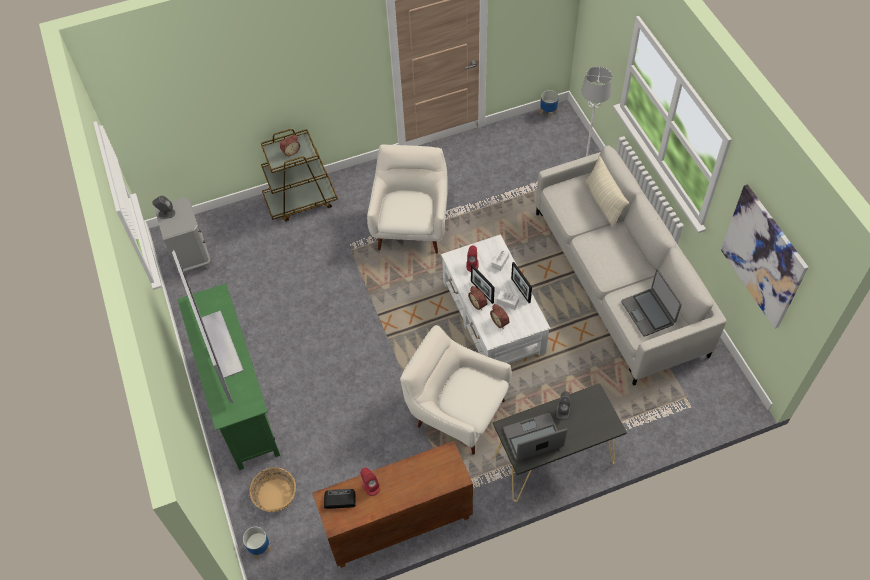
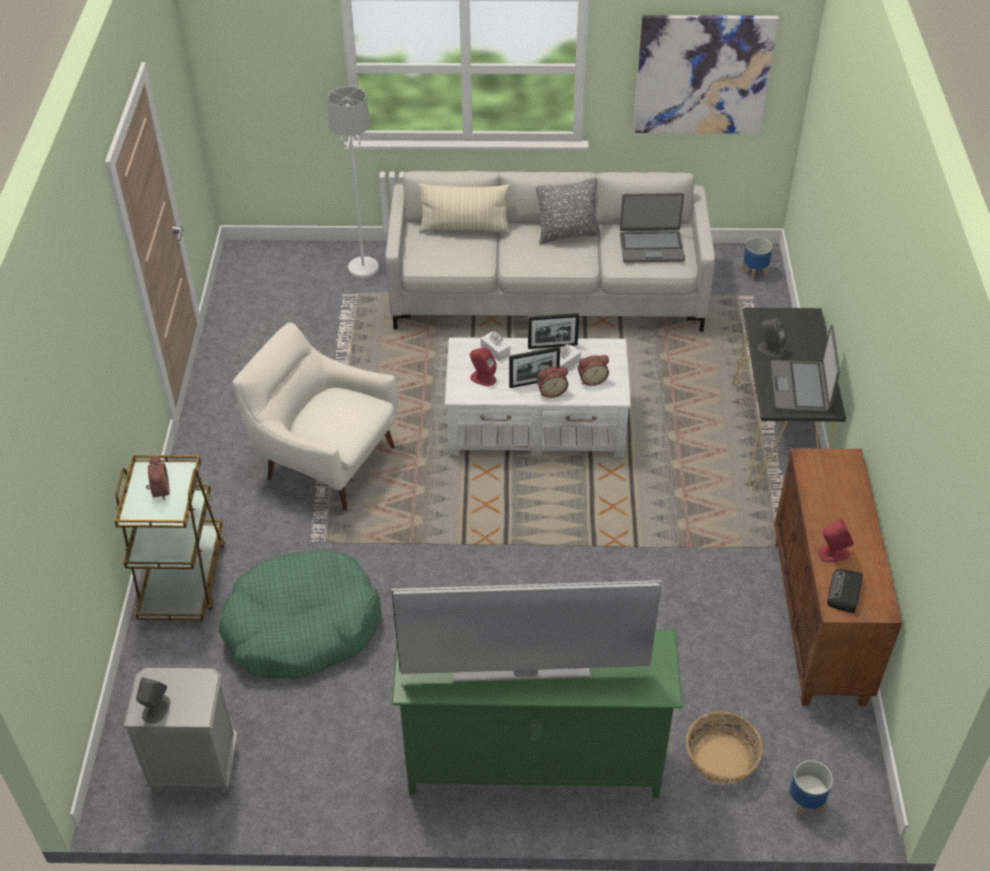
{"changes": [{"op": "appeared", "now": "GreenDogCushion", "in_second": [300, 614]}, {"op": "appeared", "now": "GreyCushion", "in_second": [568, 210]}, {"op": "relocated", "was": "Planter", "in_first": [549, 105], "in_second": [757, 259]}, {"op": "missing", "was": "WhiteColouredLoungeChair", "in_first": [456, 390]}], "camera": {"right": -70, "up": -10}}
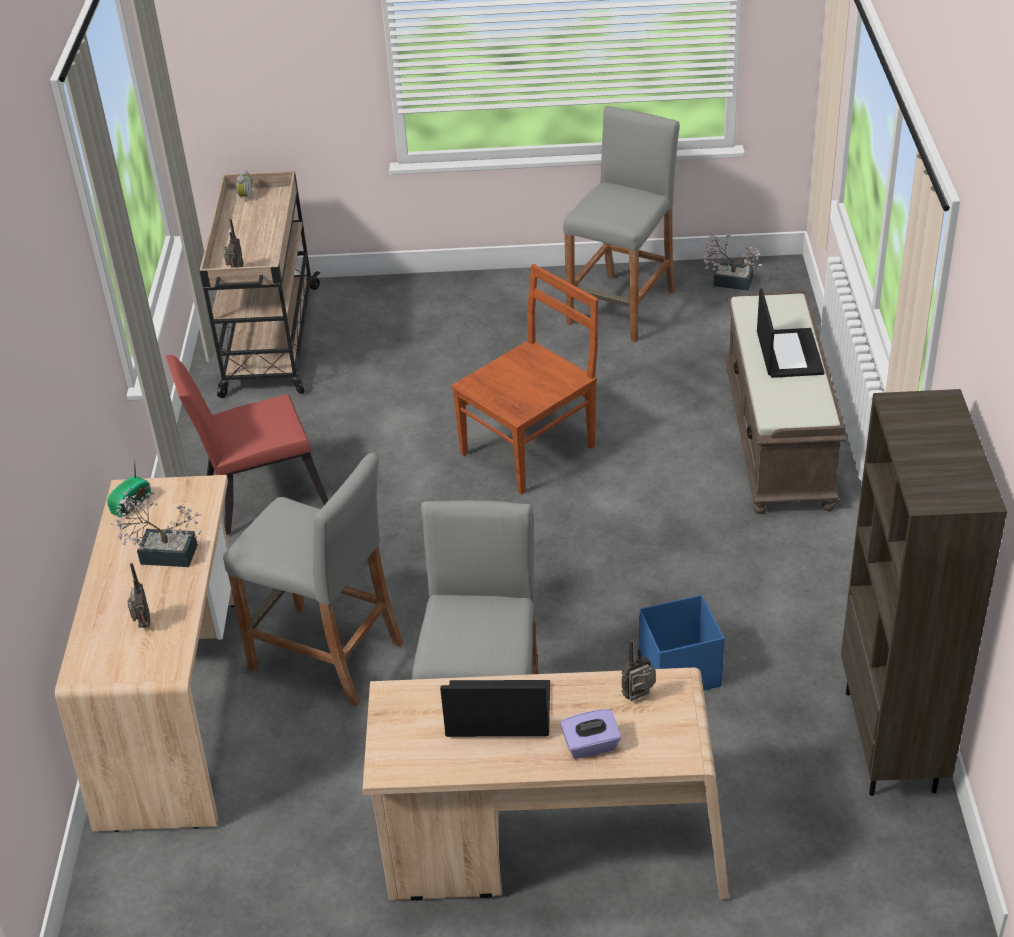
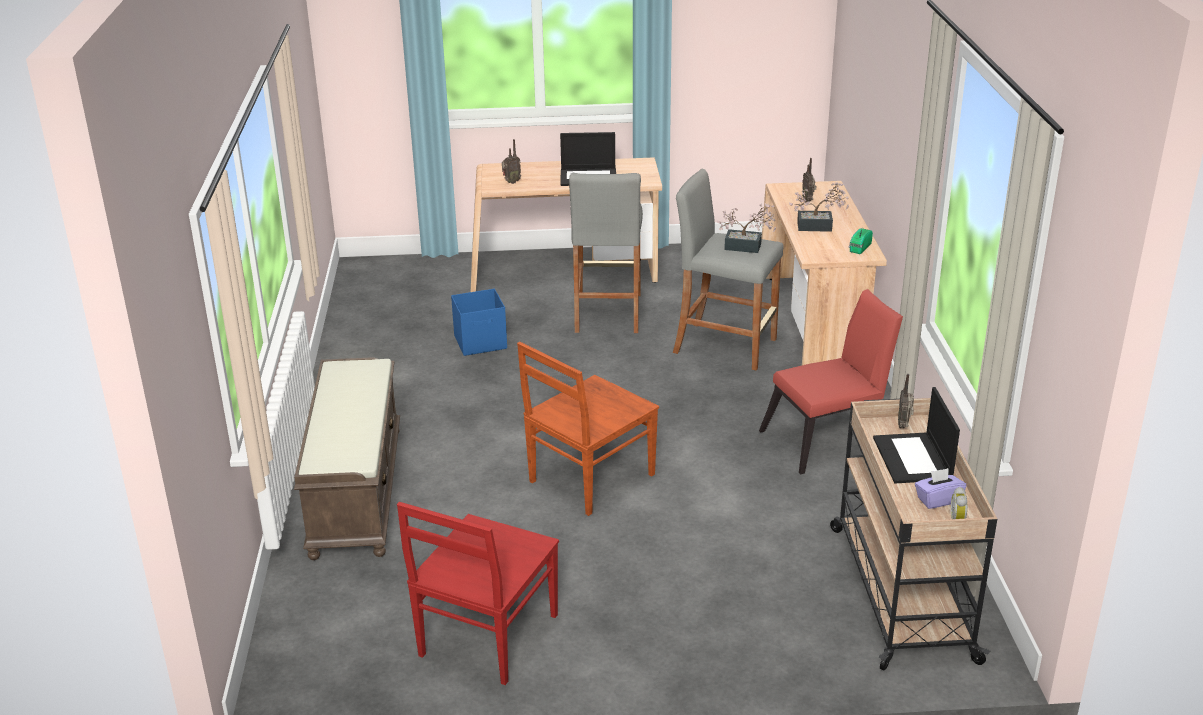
{"changes": [{"op": "exchanged", "was": "GreyStoolSeat", "now": "ReddishPlainChair", "in_first": [621, 224], "in_second": [478, 593]}, {"op": "relocated", "was": "PlantInAPot", "in_first": [731, 260], "in_second": [746, 228]}, {"op": "relocated", "was": "NotebookComputer", "in_first": [791, 333], "in_second": [916, 435]}, {"op": "relocated", "was": "PurplishBoxOfTissues", "in_first": [590, 734], "in_second": [940, 488]}, {"op": "missing", "was": "BrownShelvingUnit", "in_first": [924, 592]}], "camera": {"right": 175, "up": -10}}
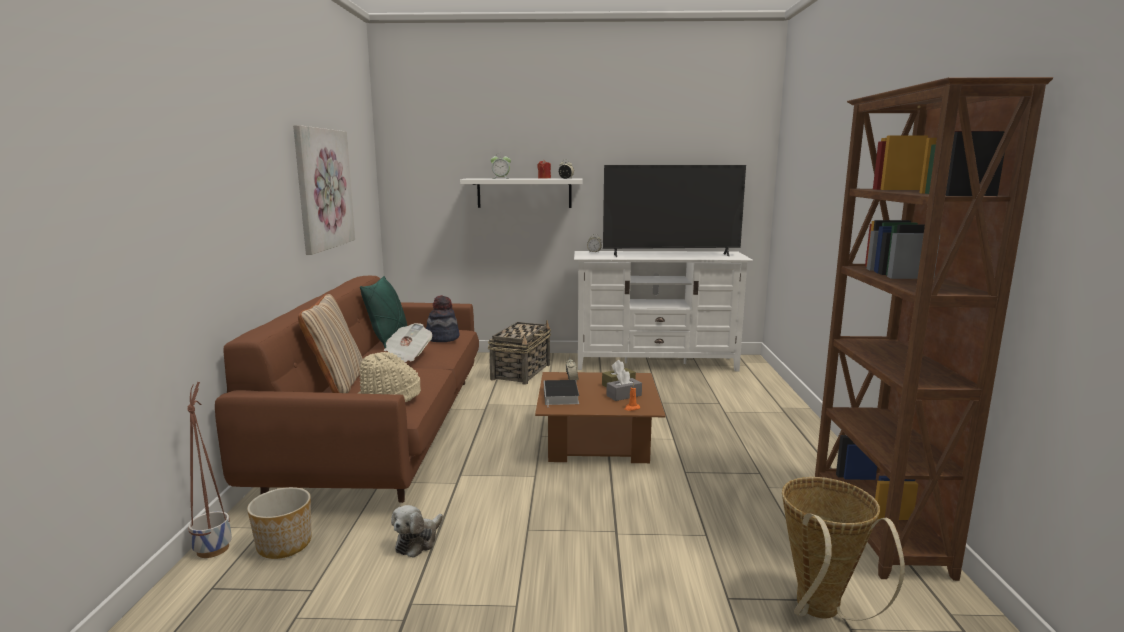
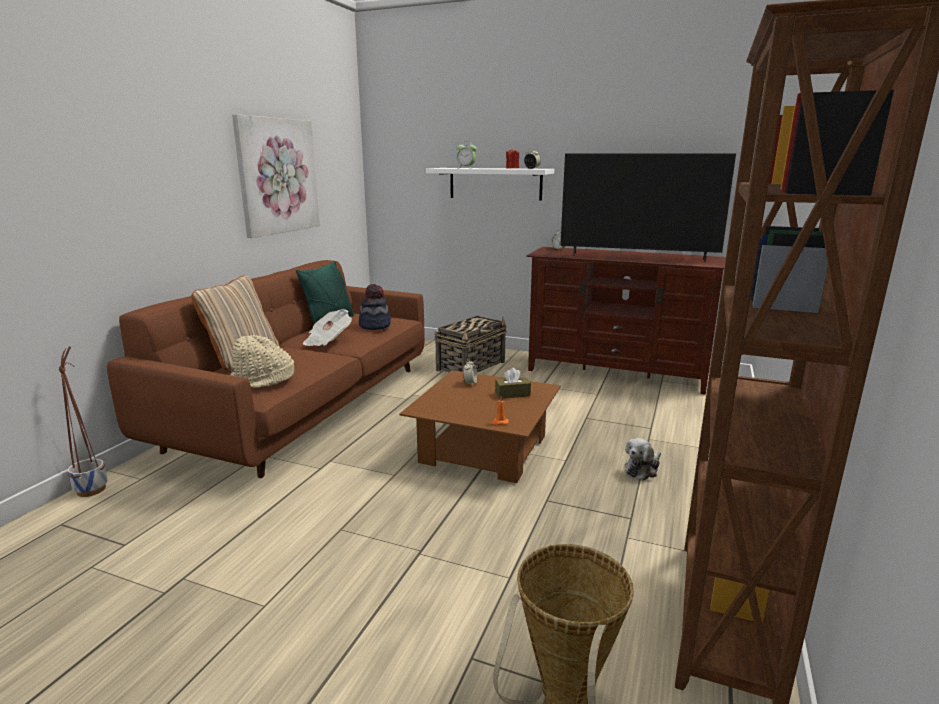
{"changes": [{"op": "colour", "was": "WhiteColouredTvStand", "now": "BrownTvStand", "in_first": [663, 311], "in_second": [626, 321]}, {"op": "relocated", "was": "PlushToy", "in_first": [417, 531], "in_second": [643, 459]}, {"op": "missing", "was": "Planter", "in_first": [279, 523]}, {"op": "missing", "was": "Volume", "in_first": [561, 394]}, {"op": "missing", "was": "GreyBoxOfTissues", "in_first": [624, 385]}], "camera": {"right": 20, "up": 5}}
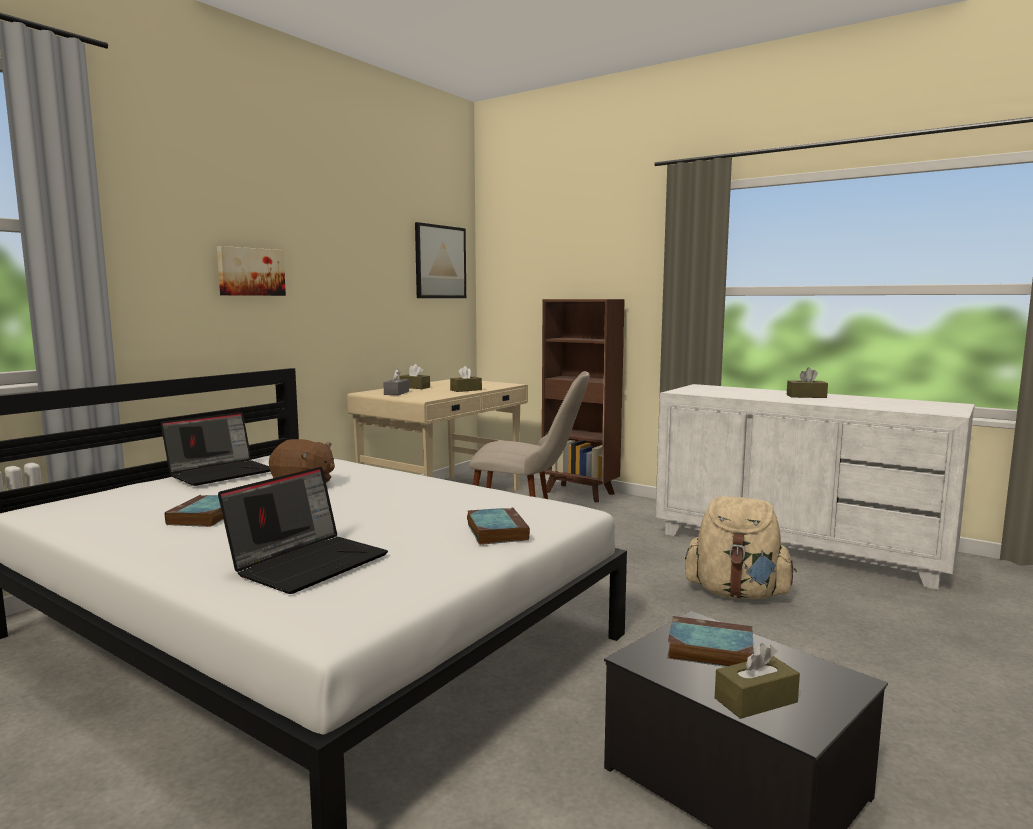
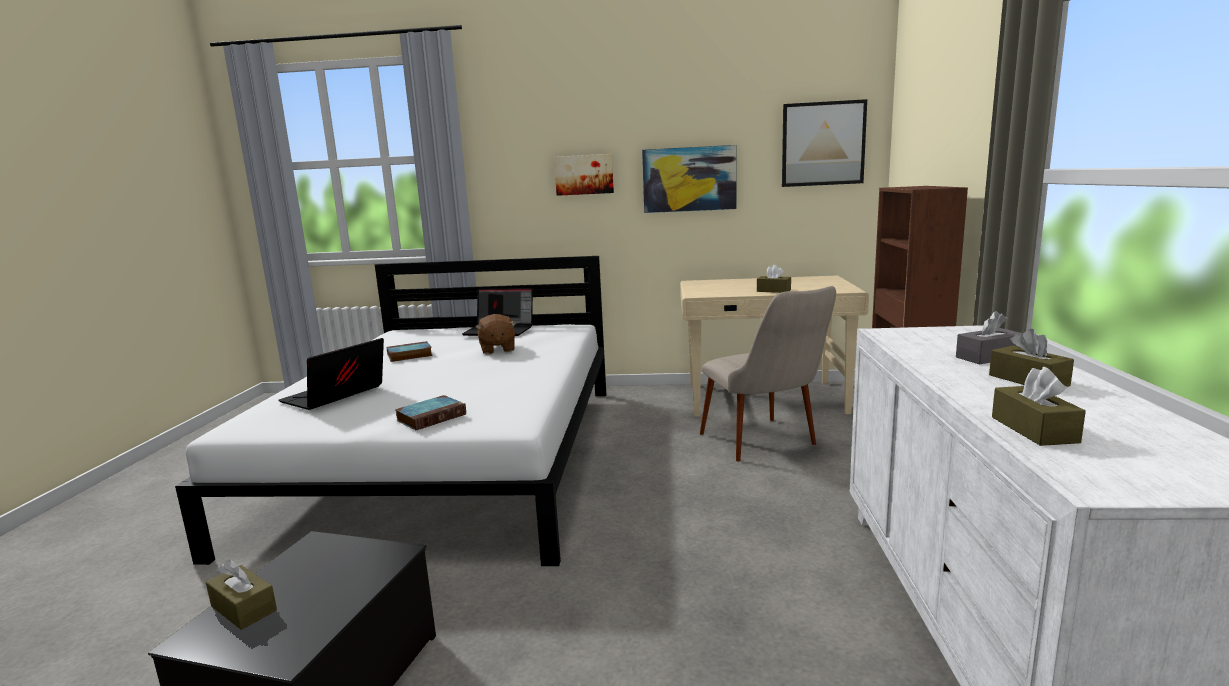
{"changes": [{"op": "spun", "was": "NotebookComputer", "in_first": [303, 530], "in_second": [331, 374], "clockwise": 120}, {"op": "appeared", "now": "WallPicture", "in_second": [689, 179]}, {"op": "relocated", "was": "GreyBoxOfTissues", "in_first": [396, 382], "in_second": [989, 338]}, {"op": "relocated", "was": "BrownBoxOfTissues", "in_first": [414, 376], "in_second": [1039, 406]}, {"op": "missing", "was": "Volume", "in_first": [710, 641]}, {"op": "missing", "was": "BeigeColouredRucksack", "in_first": [741, 547]}], "camera": {"right": 60, "up": 5}}
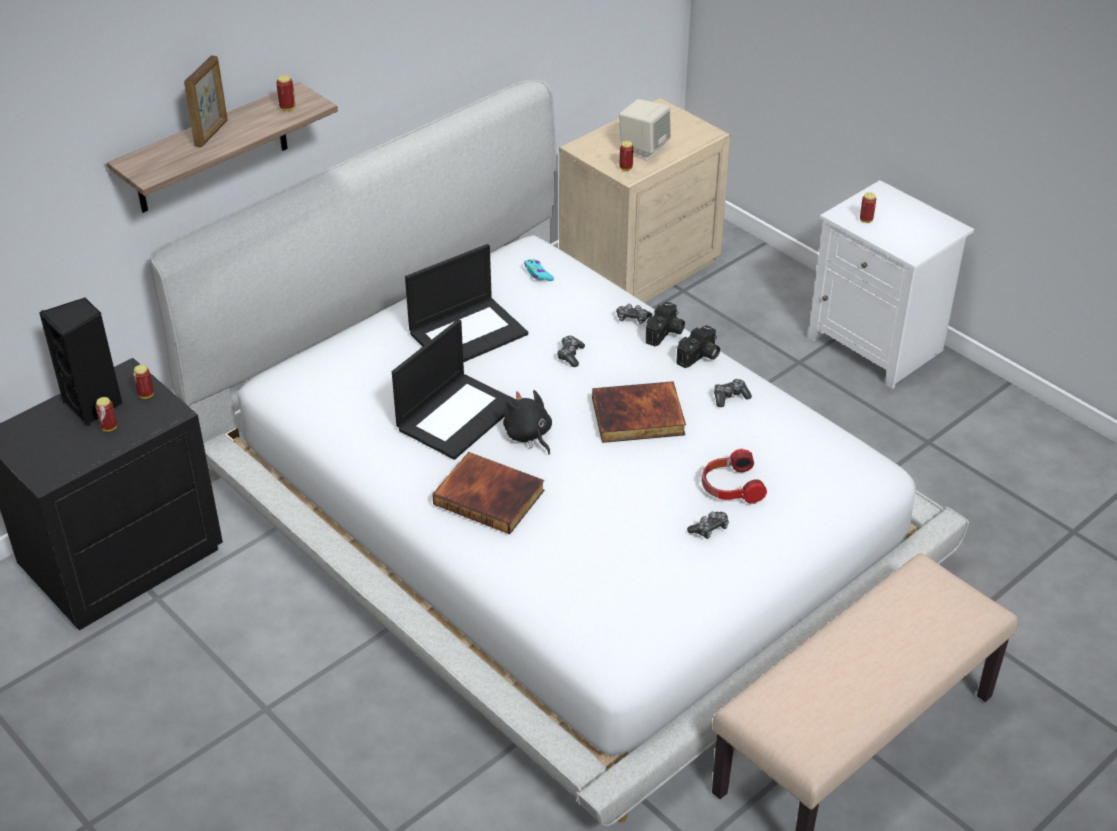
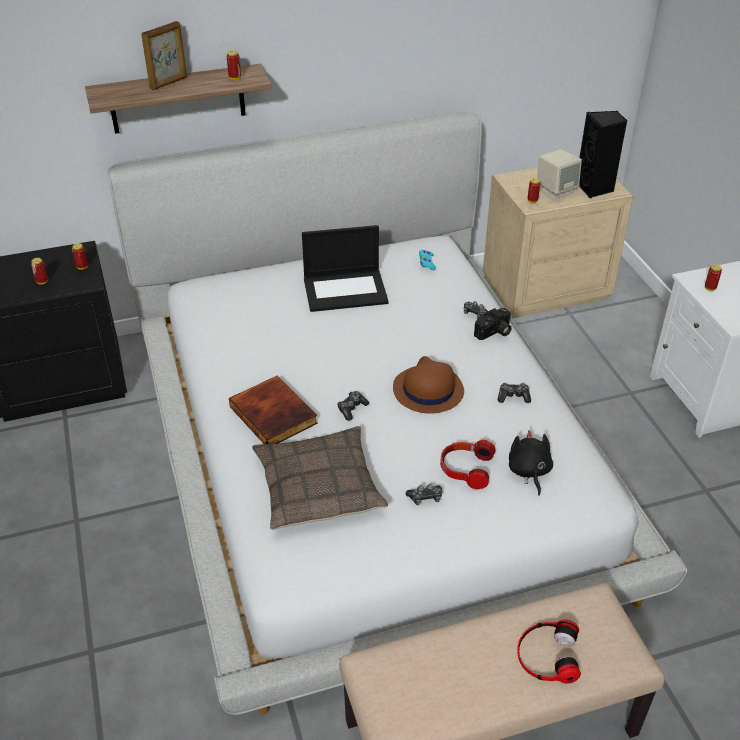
{"changes": [{"op": "appeared", "now": "Cushion", "in_second": [320, 478]}, {"op": "relocated", "was": "Gamepad", "in_first": [571, 351], "in_second": [353, 406]}, {"op": "exchanged", "was": "Volume", "now": "BrownWearableHat", "in_first": [639, 412], "in_second": [428, 385]}, {"op": "relocated", "was": "BlackPlushToy", "in_first": [527, 422], "in_second": [531, 463]}, {"op": "appeared", "now": "Headset", "in_second": [549, 651]}, {"op": "relocated", "was": "BlackSpeaker", "in_first": [81, 361], "in_second": [603, 154]}, {"op": "missing", "was": "NotebookComputer", "in_first": [454, 389]}, {"op": "missing", "was": "StillCamera", "in_first": [698, 346]}], "camera": {"right": 25, "up": 0}}
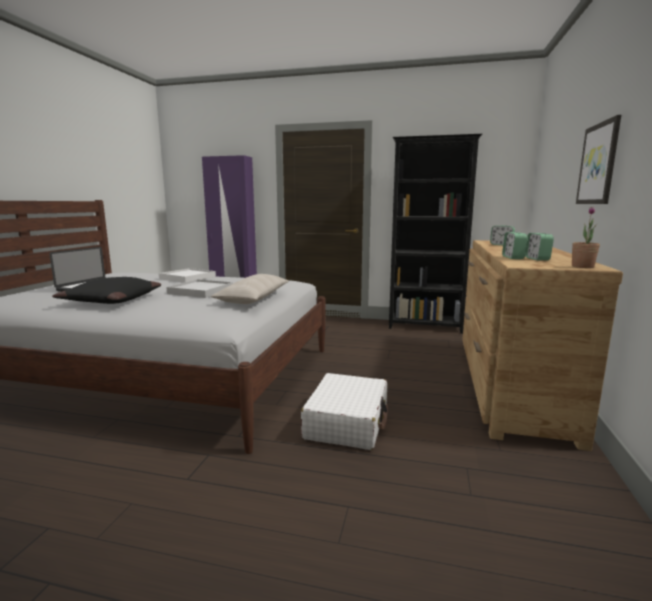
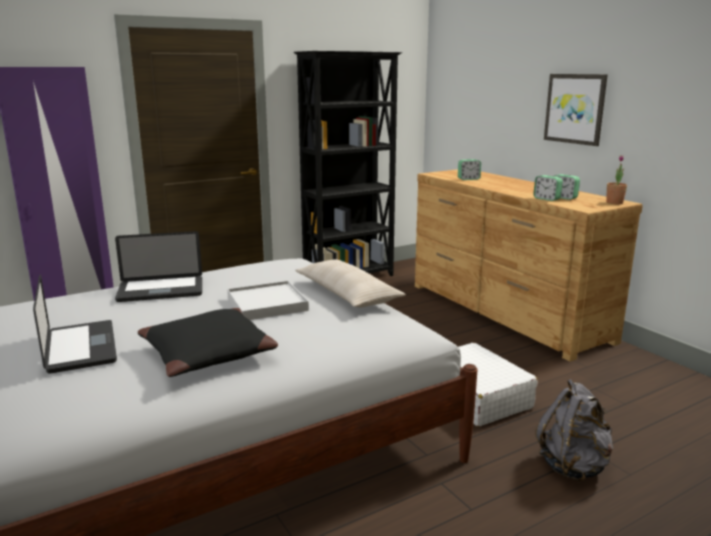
{"changes": [{"op": "exchanged", "was": "WhiteColouredTray", "now": "NotebookComputer", "in_first": [187, 275], "in_second": [158, 266]}, {"op": "appeared", "now": "GreyRucksack", "in_second": [574, 430]}], "camera": {"right": -45, "up": 5}}
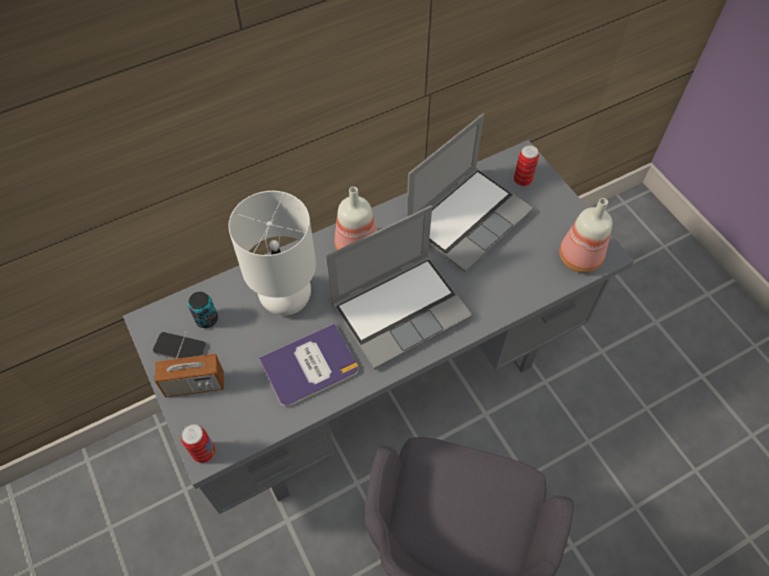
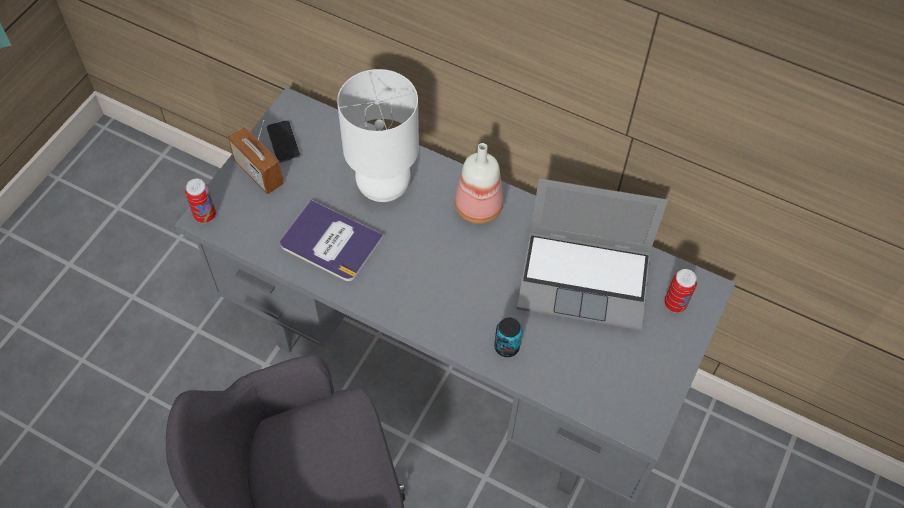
{"changes": [{"op": "relocated", "was": "Can", "in_first": [203, 310], "in_second": [508, 337]}, {"op": "missing", "was": "NotebookComputer", "in_first": [399, 287]}, {"op": "missing", "was": "DrinkBottle", "in_first": [585, 235]}], "camera": {"right": 55, "up": 0}}
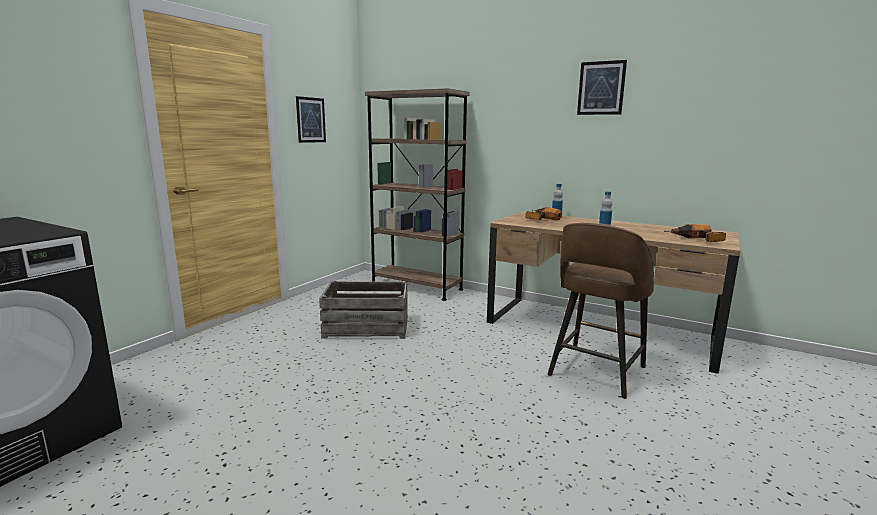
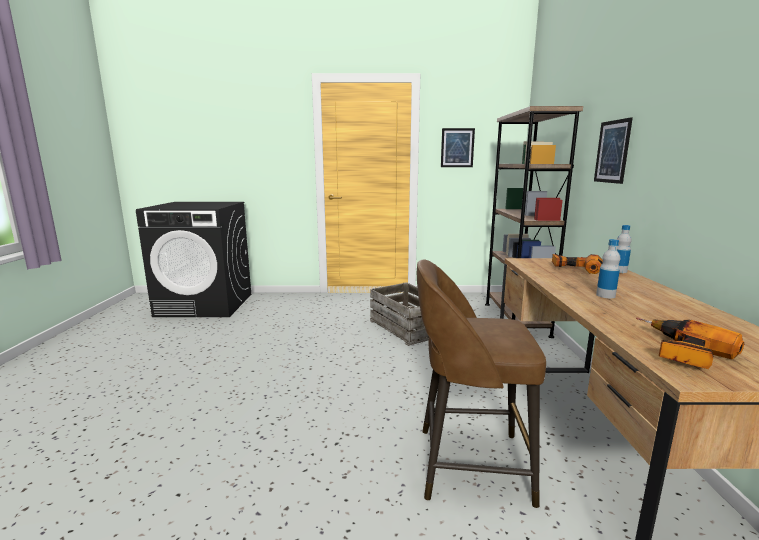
{"changes": [{"op": "relocated", "was": "WallPicture", "in_first": [602, 87], "in_second": [613, 150]}], "camera": {"right": 60, "up": 0}}
